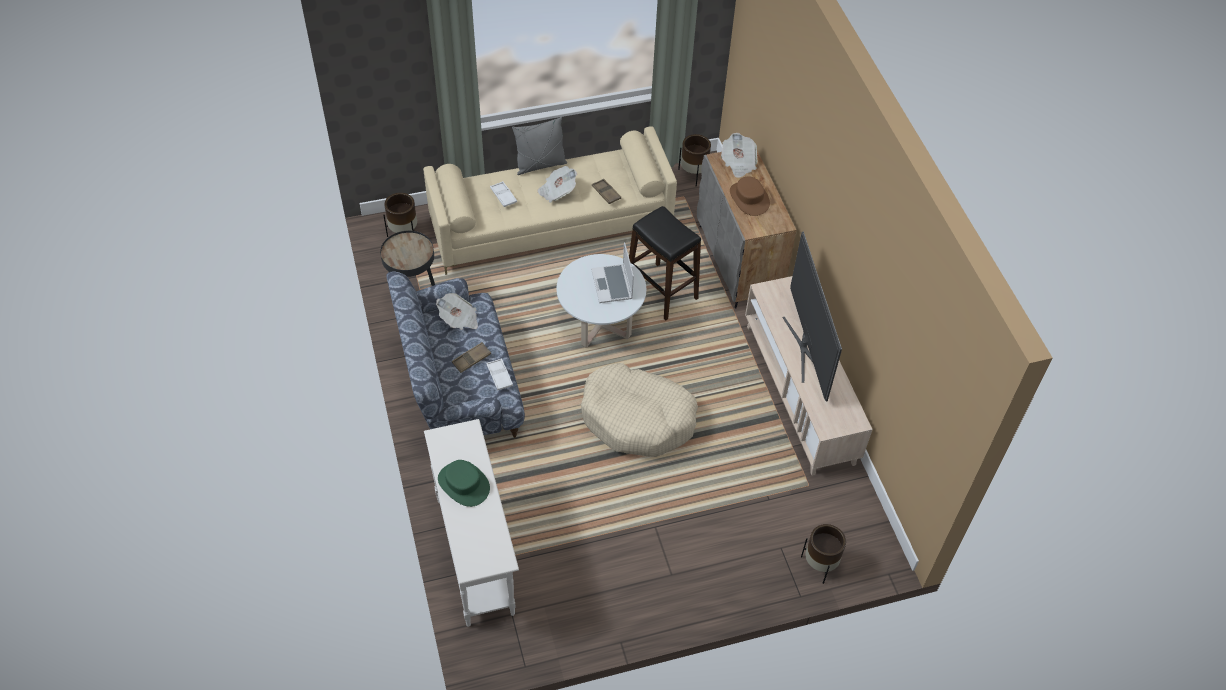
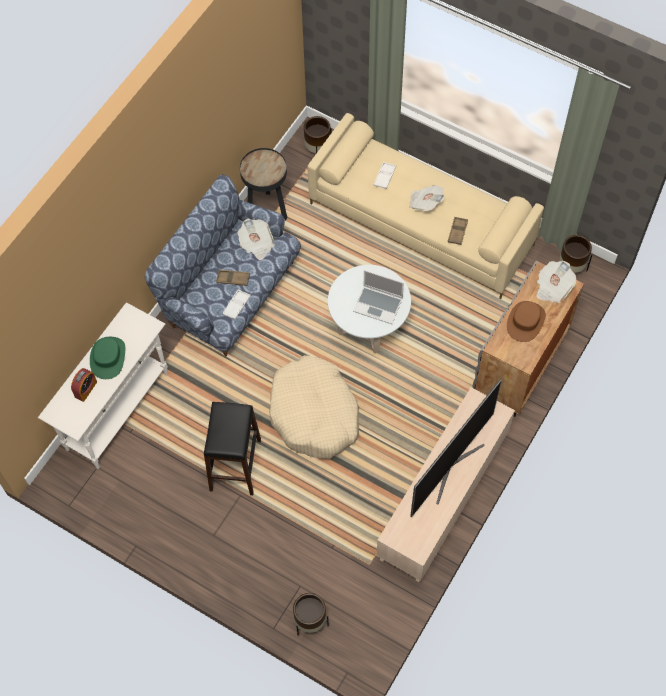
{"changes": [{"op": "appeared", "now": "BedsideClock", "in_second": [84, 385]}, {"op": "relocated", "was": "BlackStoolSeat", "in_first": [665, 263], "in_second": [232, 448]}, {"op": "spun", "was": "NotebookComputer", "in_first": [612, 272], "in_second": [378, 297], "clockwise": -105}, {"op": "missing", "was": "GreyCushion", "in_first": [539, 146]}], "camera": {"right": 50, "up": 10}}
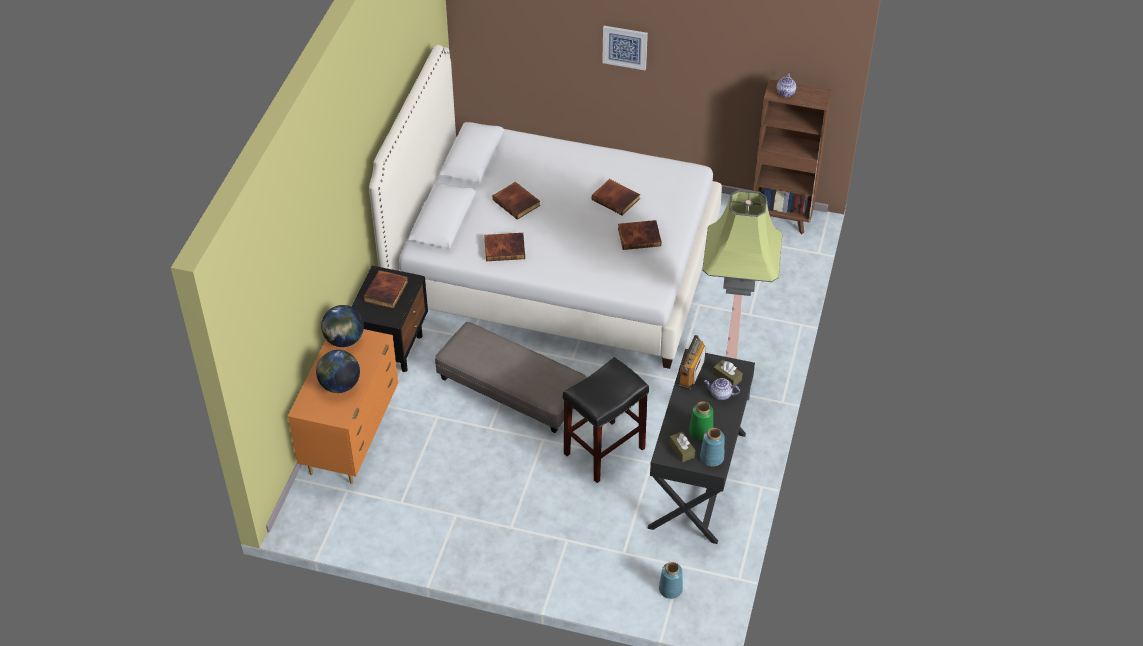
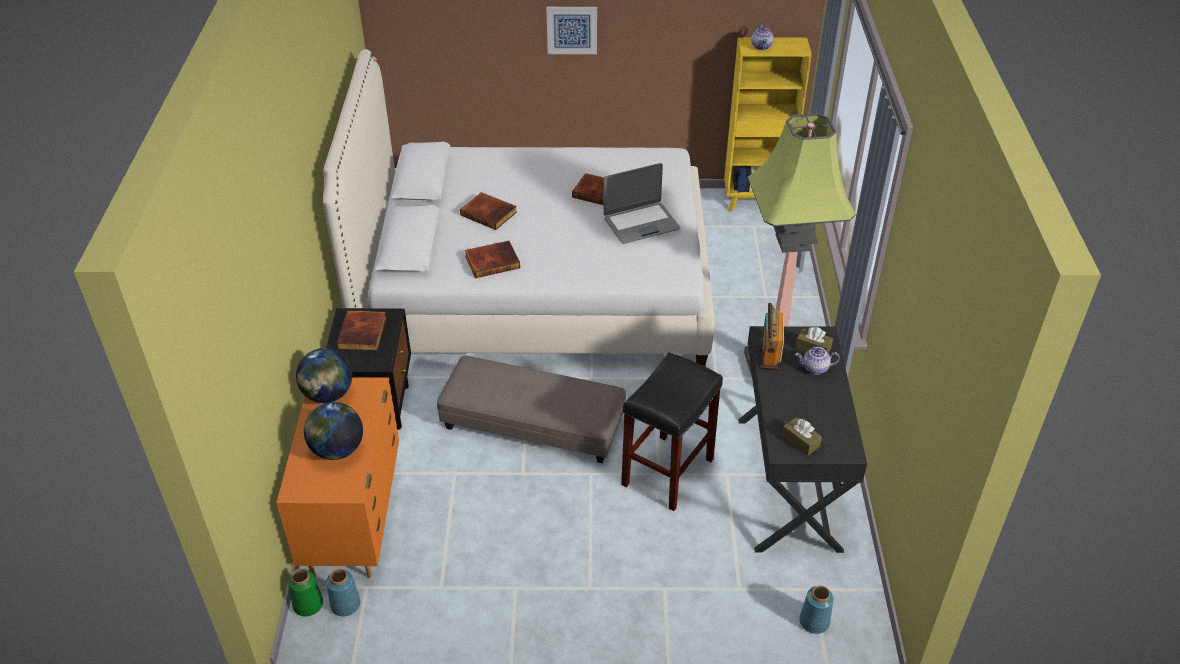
{"changes": [{"op": "relocated", "was": "GreenVase", "in_first": [701, 420], "in_second": [305, 592]}, {"op": "relocated", "was": "BluishVase", "in_first": [712, 447], "in_second": [343, 592]}, {"op": "exchanged", "was": "Volume", "now": "NotebookComputer", "in_first": [639, 235], "in_second": [641, 203]}, {"op": "colour", "was": "BrownShelvingUnit", "now": "YellowishShelvingUnit", "in_first": [792, 156], "in_second": [768, 124]}], "camera": {"right": -15, "up": -5}}
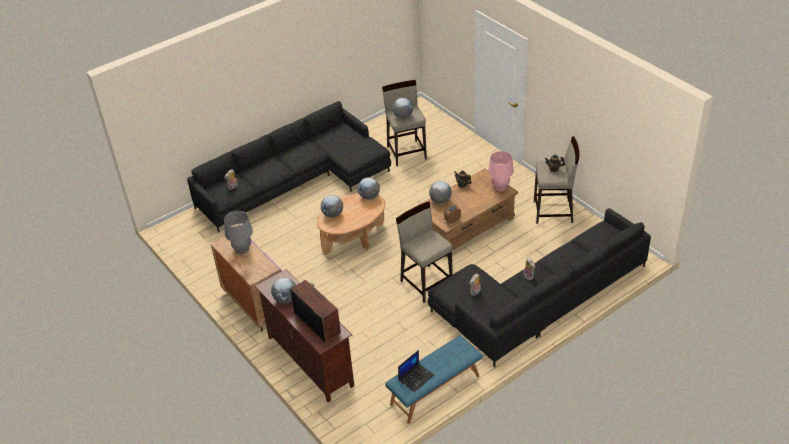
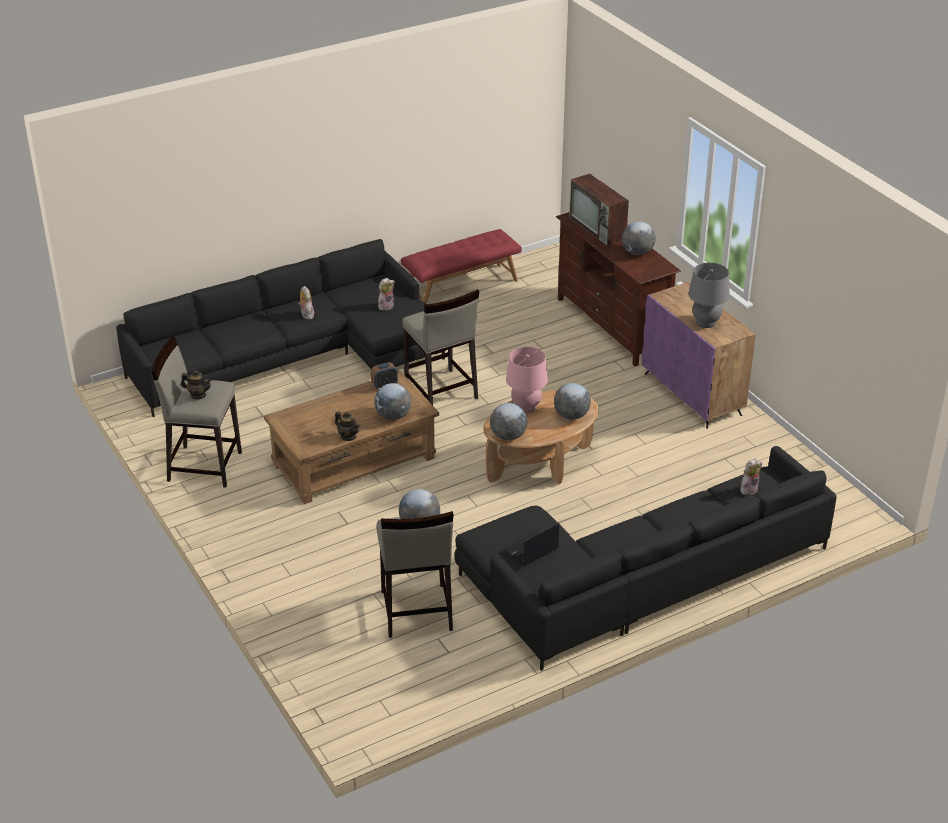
{"changes": [{"op": "colour", "was": "BluishIndoorBench", "now": "ReddishIndoorBench", "in_first": [434, 380], "in_second": [461, 266]}, {"op": "relocated", "was": "NotebookComputer", "in_first": [416, 371], "in_second": [531, 544]}, {"op": "relocated", "was": "PinkColouredLampForATable", "in_first": [501, 171], "in_second": [527, 380]}], "camera": {"right": -175, "up": -5}}
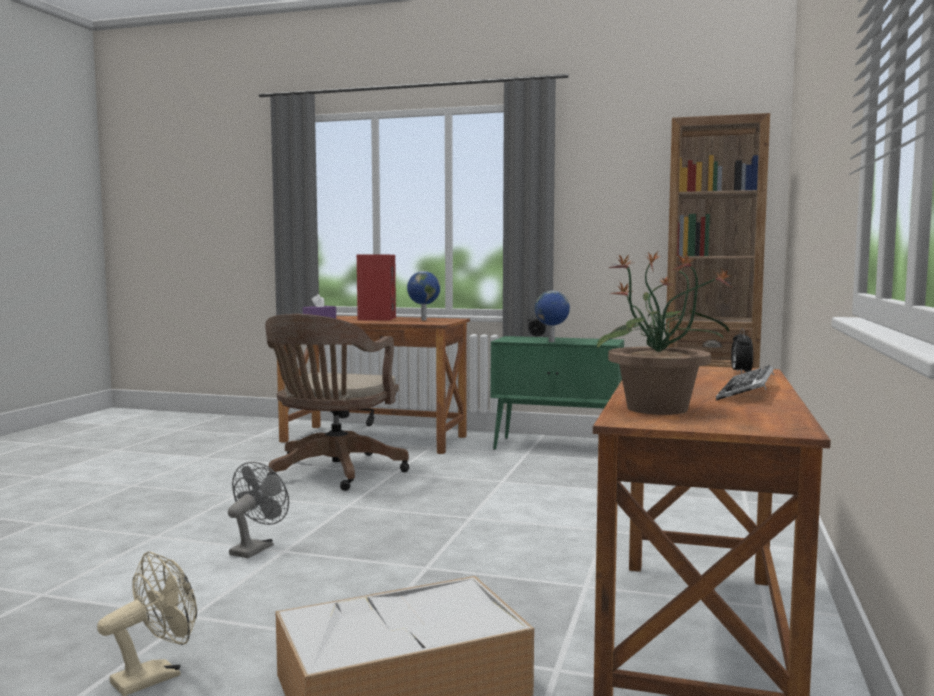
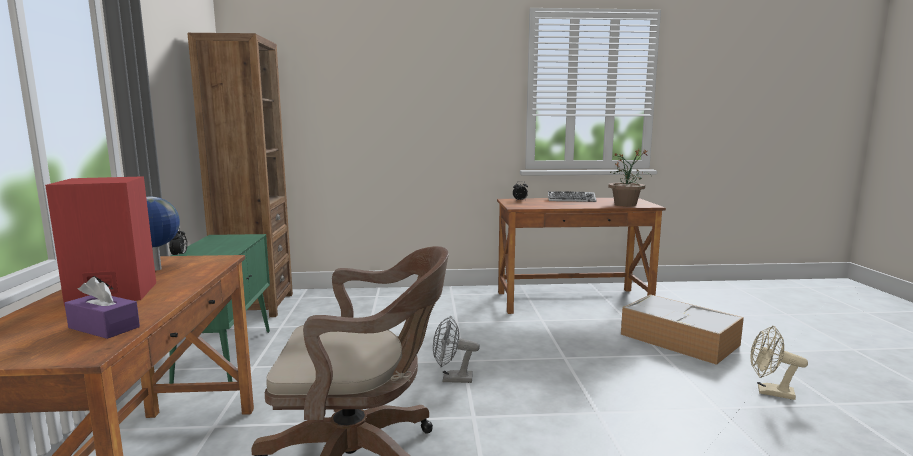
{"changes": [{"op": "relocated", "was": "GreyFan", "in_first": [258, 510], "in_second": [456, 349]}, {"op": "missing", "was": "DeskGlobe", "in_first": [552, 316]}], "camera": {"right": -110, "up": 5}}
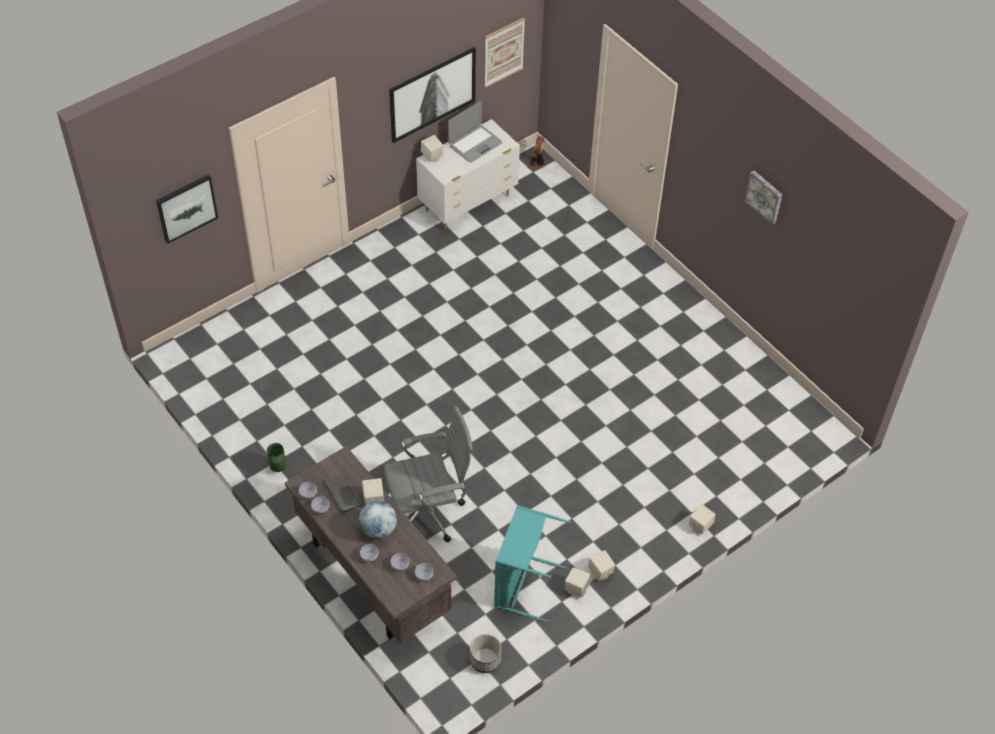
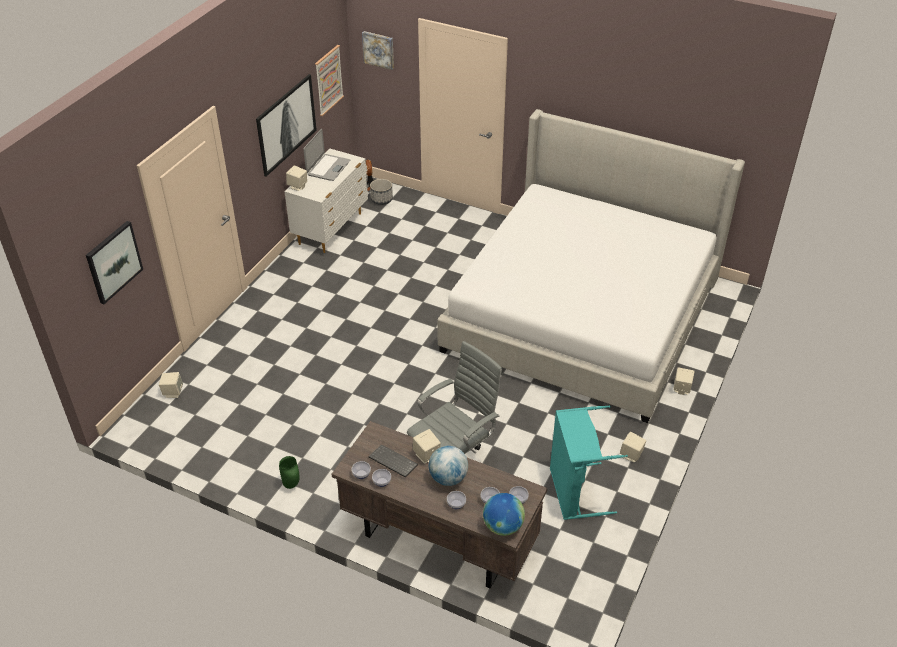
{"changes": [{"op": "relocated", "was": "BeigeColouredSpeaker", "in_first": [577, 583], "in_second": [171, 385]}, {"op": "relocated", "was": "WallPicture", "in_first": [763, 198], "in_second": [378, 50]}, {"op": "relocated", "was": "Planter", "in_first": [486, 653], "in_second": [381, 192]}, {"op": "appeared", "now": "SleepingBed", "in_second": [591, 266]}, {"op": "appeared", "now": "DeskGlobe", "in_second": [504, 514]}], "camera": {"right": -25, "up": -10}}
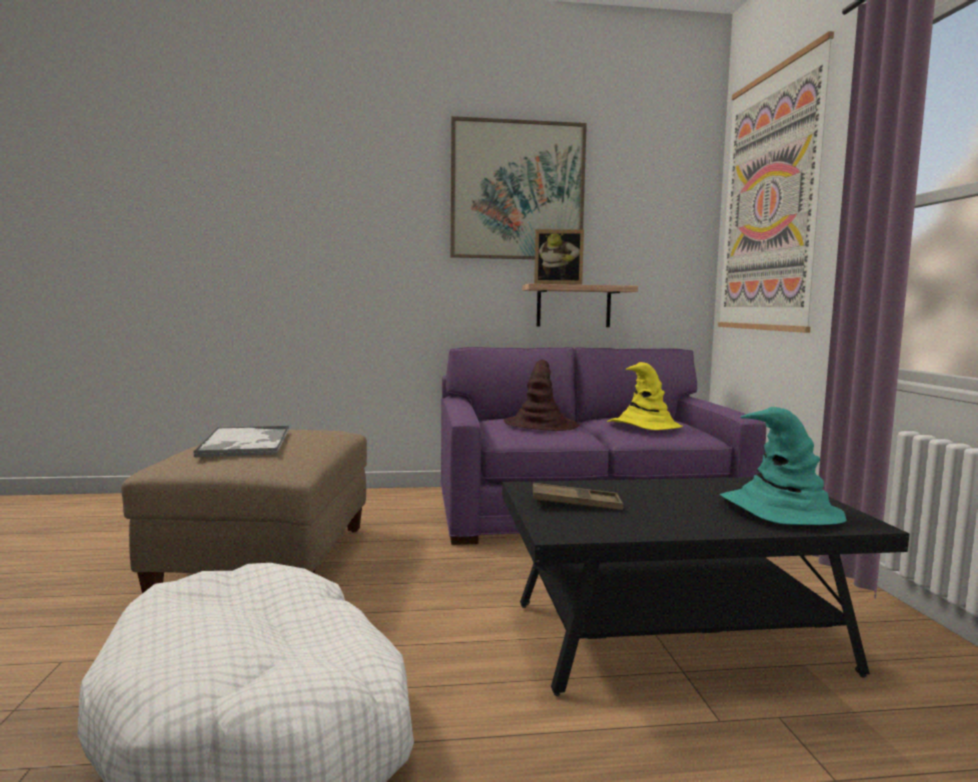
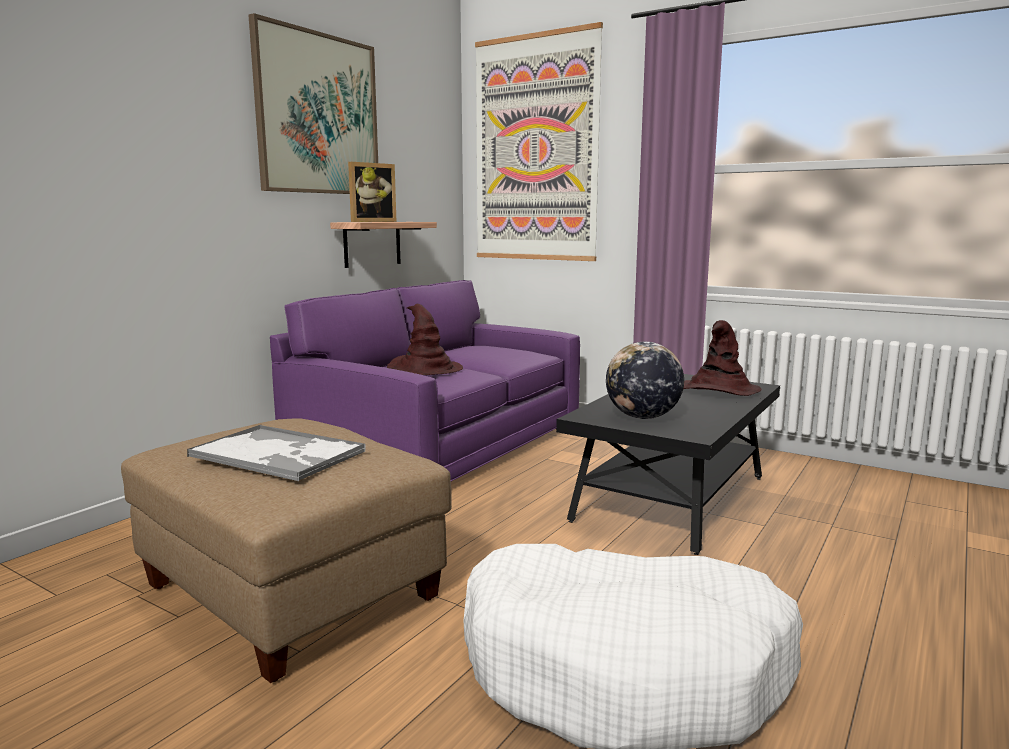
{"changes": [{"op": "exchanged", "was": "BrownTray", "now": "DeskGlobe", "in_first": [578, 496], "in_second": [645, 380]}, {"op": "colour", "was": "TurquoiseWearableHat", "now": "BrownWearableHat", "in_first": [783, 466], "in_second": [722, 358]}, {"op": "missing", "was": "YellowishWearableHat", "in_first": [645, 396]}], "camera": {"right": -50, "up": 5}}
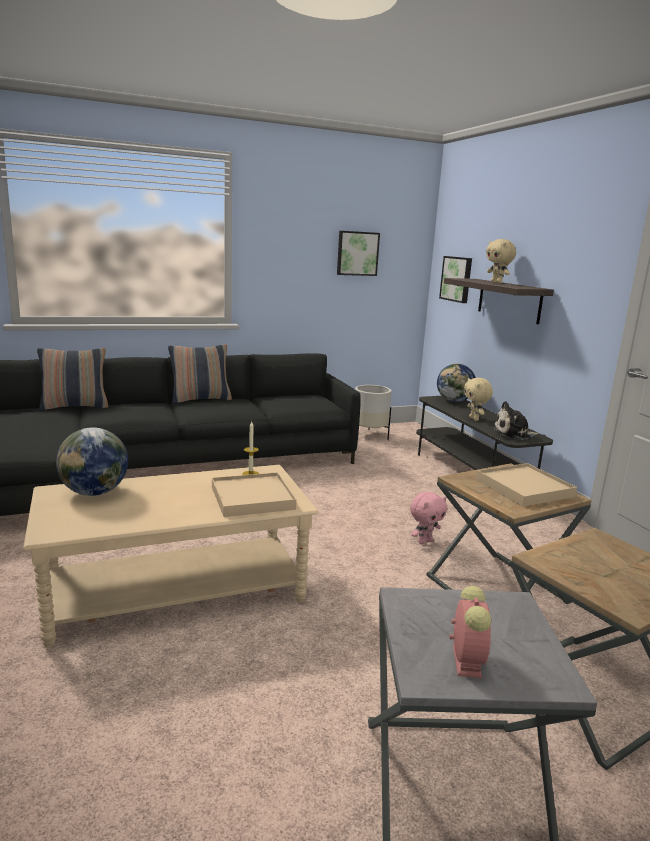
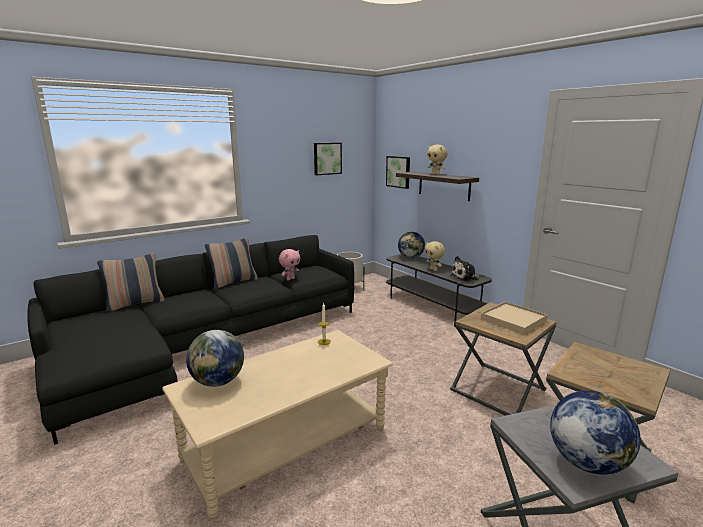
{"changes": [{"op": "relocated", "was": "PinkColouredPlushToy", "in_first": [428, 518], "in_second": [289, 265]}, {"op": "exchanged", "was": "BedsideClock", "now": "DeskGlobe", "in_first": [470, 632], "in_second": [595, 432]}, {"op": "missing", "was": "BeigeColouredTray", "in_first": [254, 494]}], "camera": {"right": -15, "up": 0}}
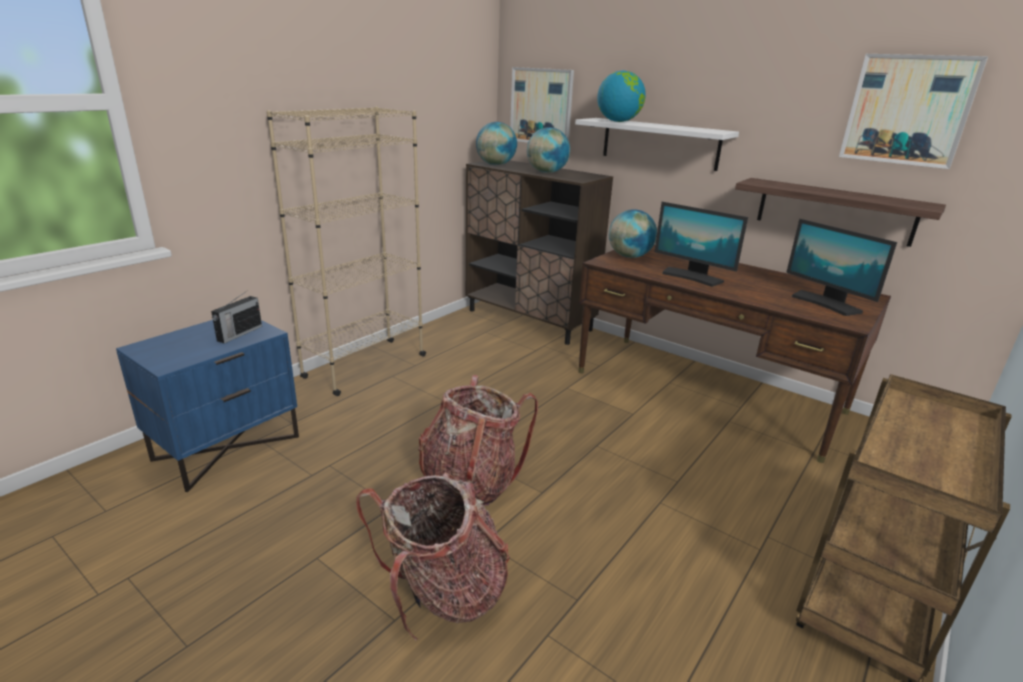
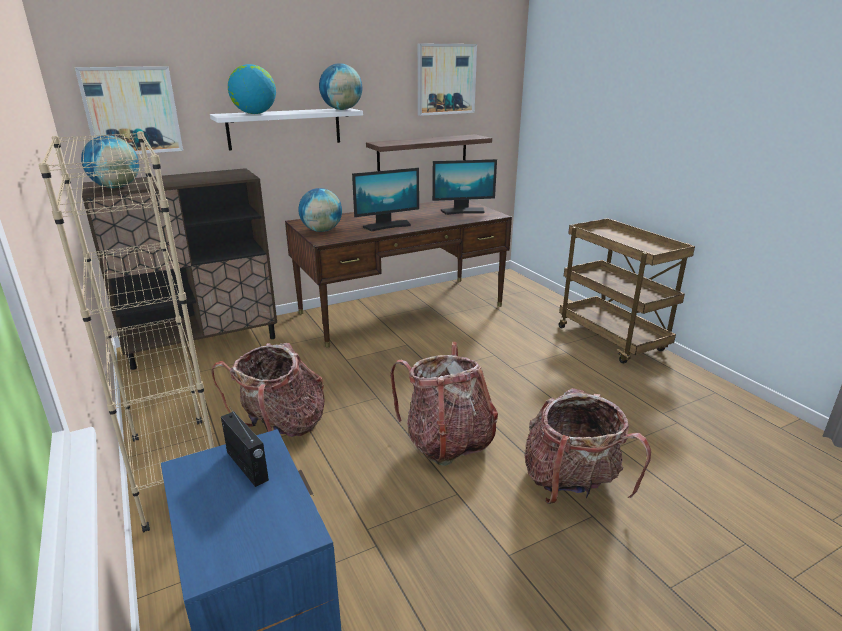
{"changes": [{"op": "appeared", "now": "Rucksack", "in_second": [268, 390]}, {"op": "relocated", "was": "DeskGlobe", "in_first": [548, 150], "in_second": [340, 86]}], "camera": {"right": -65, "up": 0}}
